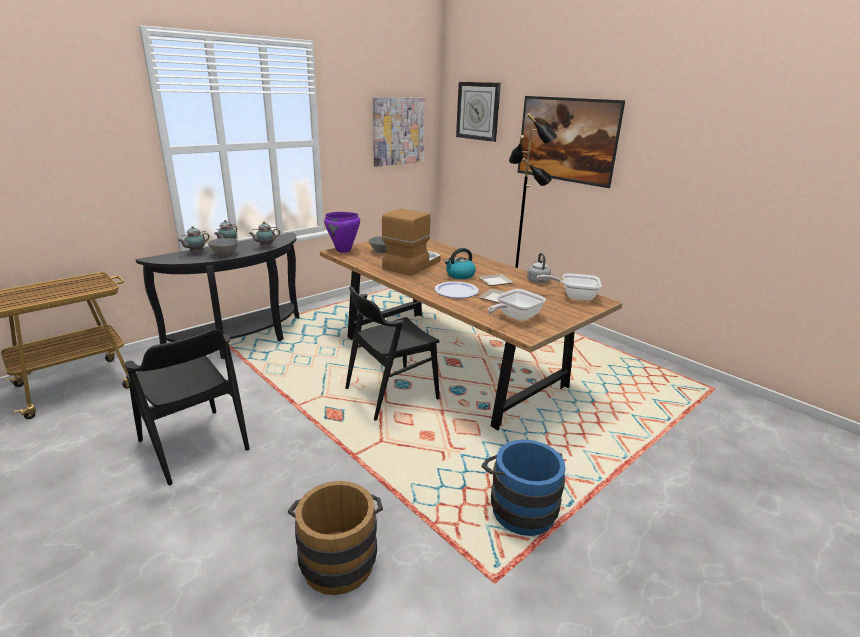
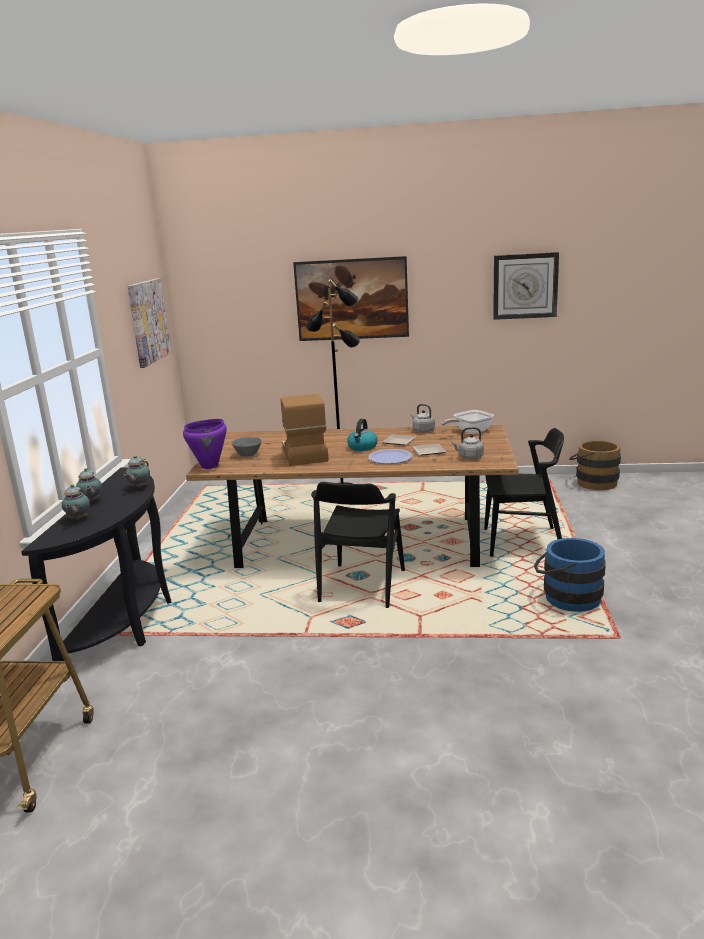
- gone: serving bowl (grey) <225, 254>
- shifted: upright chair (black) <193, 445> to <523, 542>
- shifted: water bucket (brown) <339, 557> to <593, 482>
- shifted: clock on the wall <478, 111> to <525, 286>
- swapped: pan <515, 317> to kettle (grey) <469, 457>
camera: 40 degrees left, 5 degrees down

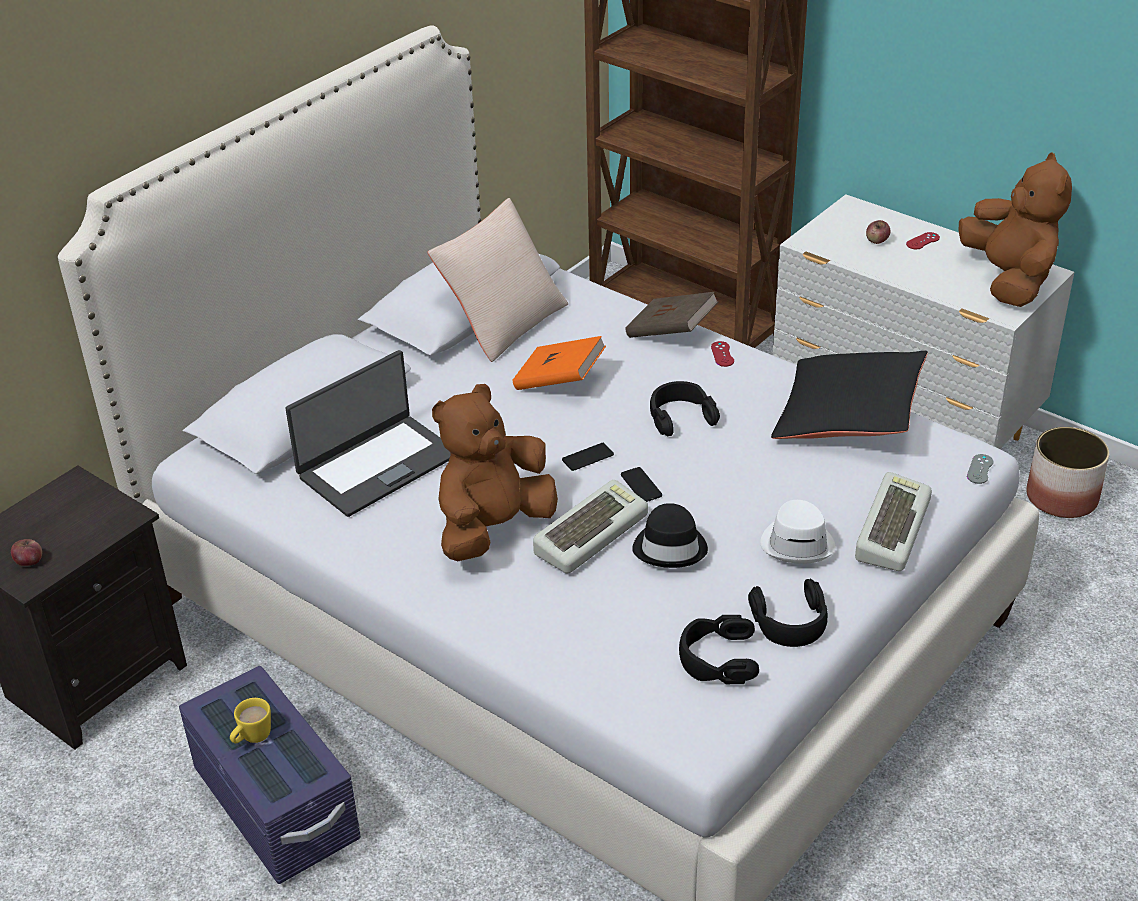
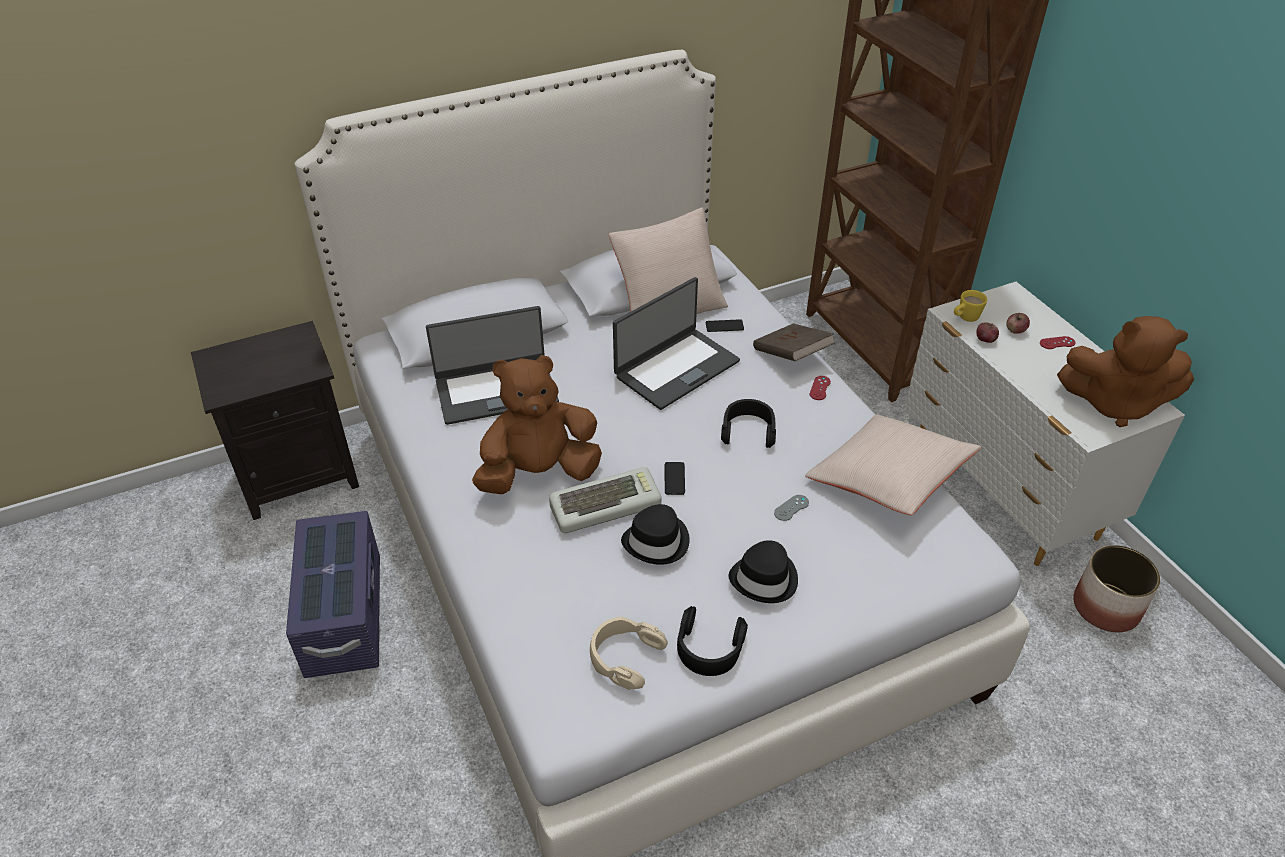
- gone: PC keyboard <890, 528>
- shifted: apple <29, 562> to <985, 340>
- shifted: mug (yellowish) <252, 738> to <965, 318>
- shifted: phone <587, 457> to <724, 326>
- shifted: joypad (grey) <980, 469> to <791, 508>
- swapped: volume (orangey) <559, 381> to portable computer <676, 368>
- repainted: pair of headphones (black) <717, 658> to pair of headphones (sand-coloured) <624, 657>
- repainted: wearable hat (white-coloured) <798, 543> to wearable hat (black) <765, 579>
- repainted: pillow (black) <848, 416> to pillow (sand-coloured) <888, 479>
- rotated: cuddly toy (brown) <1009, 280> = <1115, 403> 90 degrees clockwise
camera: 25 degrees right, 5 degrees up

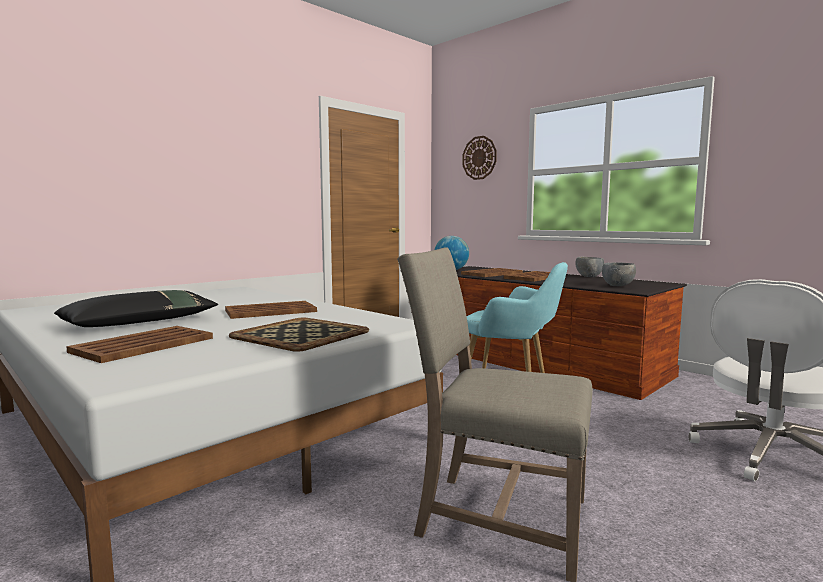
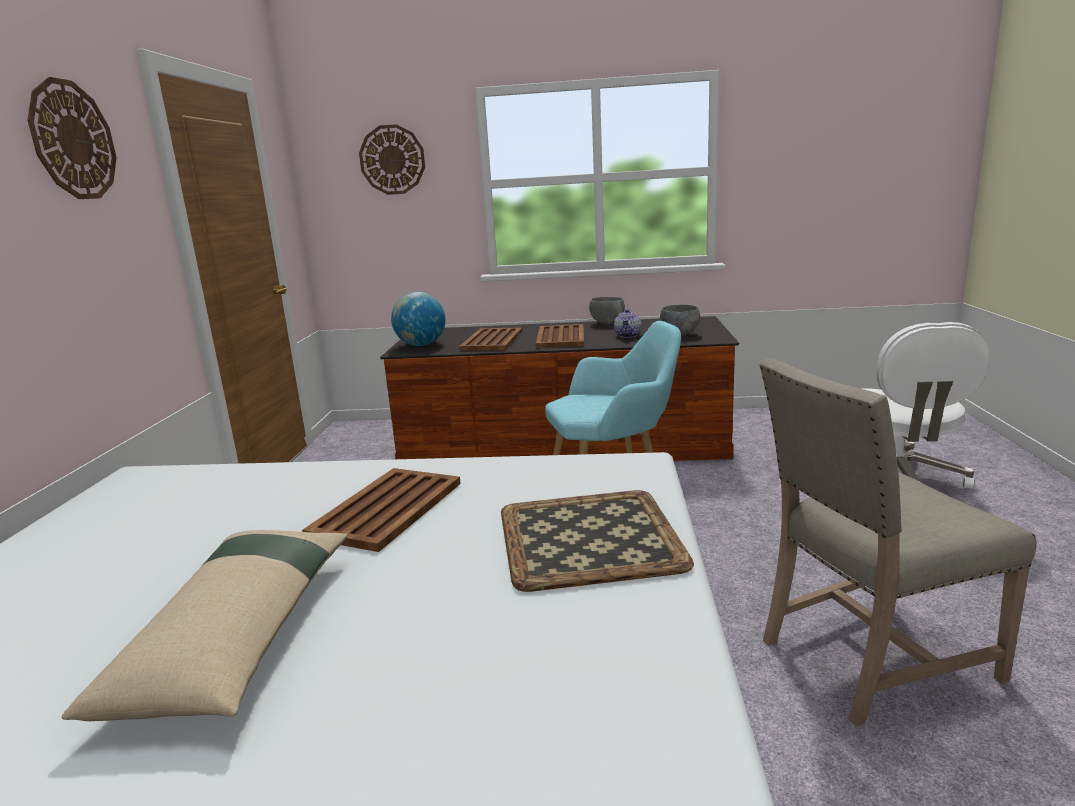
- gone: tray (brown) <145, 345>
- new: clock on the wall <73, 140>
- new: tea pot <628, 335>
- repainted: pillow (black) <142, 322> to pillow (sand-coloured) <239, 634>
camera: 40 degrees left, 10 degrees up

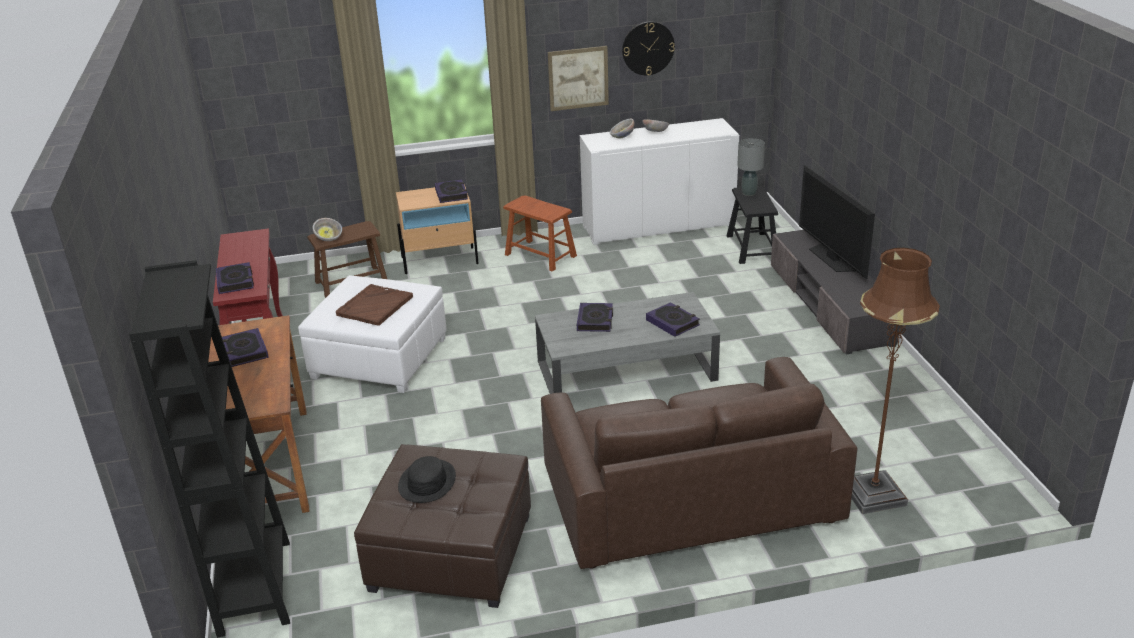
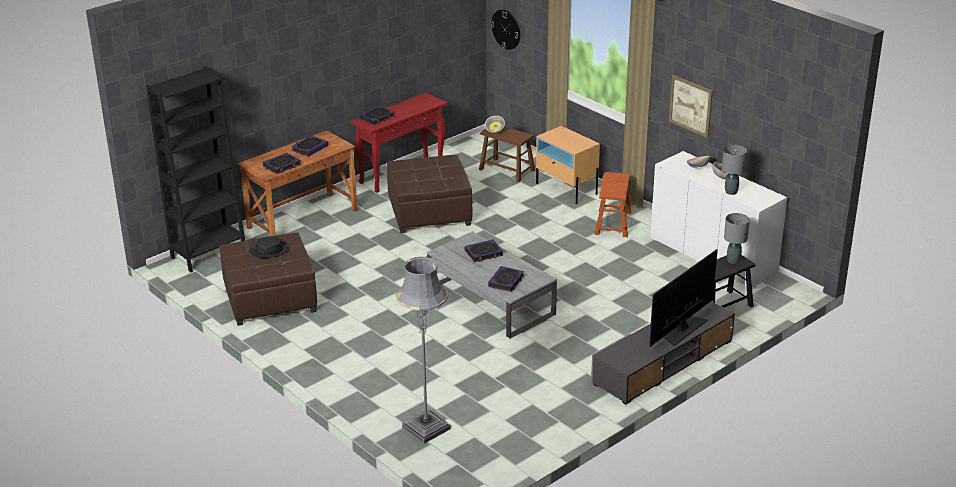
- gone: tray (brown) <374, 306>
- gone: settee (brown) <689, 493>
- new: tabletop lamp (grey) <731, 192>
- shifted: volume <451, 194> to <282, 166>
- shifted: clock on the wall <648, 48> to <506, 29>
- repainted: pouffe (white-coloured) <379, 357> to pouffe (brown) <430, 211>
- repainted: floor lamp (brown) <873, 494> to floor lamp (grey) <426, 428>
camera: 60 degrees right, 0 degrees up

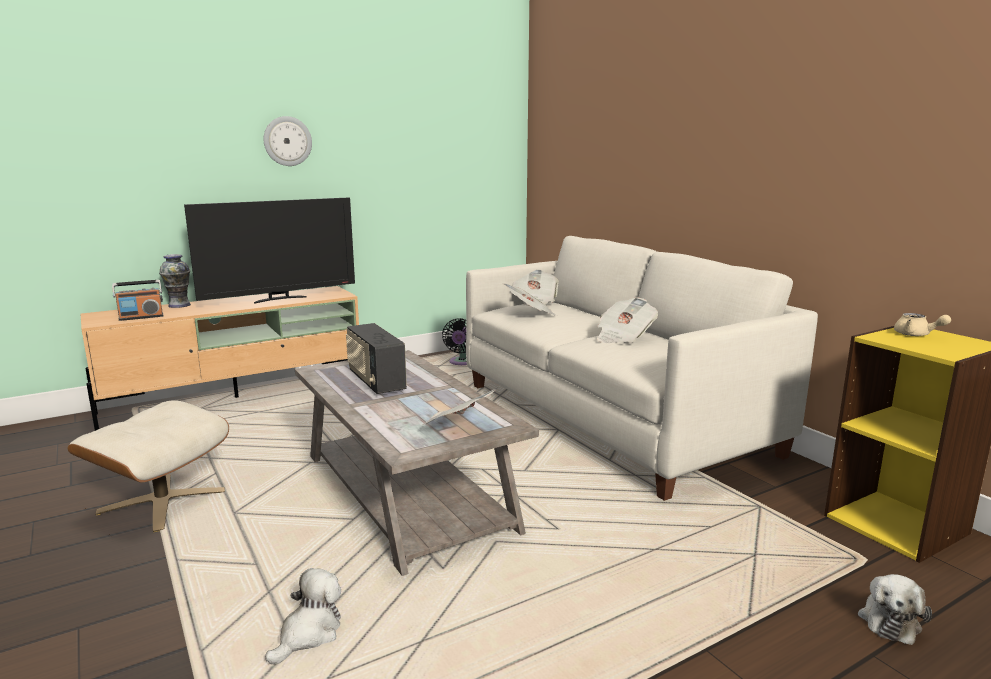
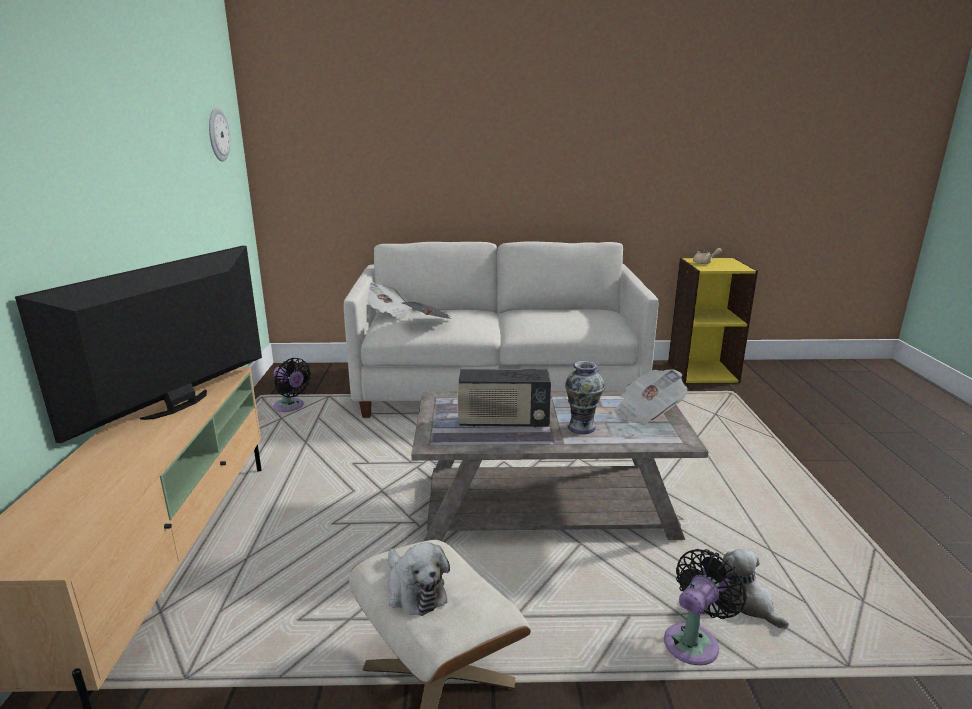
- gone: radio <141, 317>
- gone: printed paper <623, 337>
- new: electric fan (black) <694, 641>
- shifted: vase <179, 305> to <581, 427>
- shifted: clock on the wall <287, 141> to <217, 135>
- shifted: cuddly toy <889, 620> to <414, 590>
- rotated: TV set <280, 299> = <179, 406> 150 degrees counterclockwise
camera: 60 degrees left, 5 degrees up

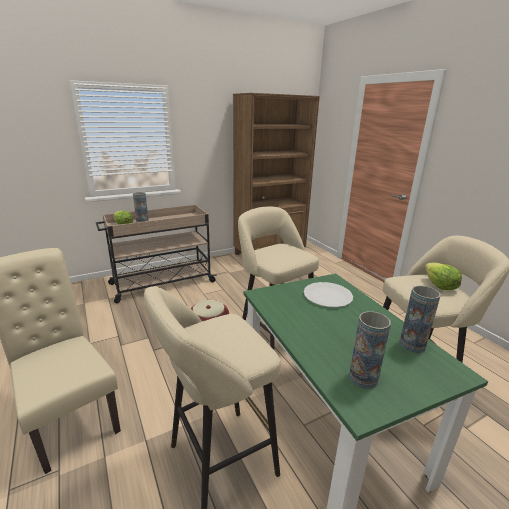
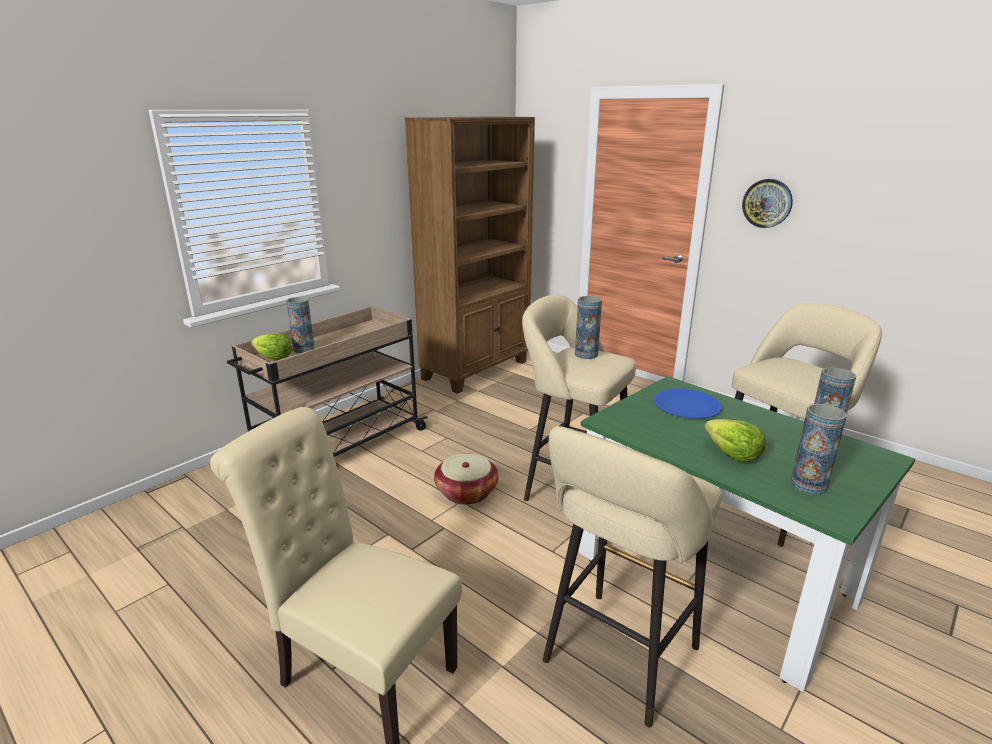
- new: vase <586, 354>
- new: clock on the wall <767, 203>
- shifted: lettuce head <439, 285> to <732, 454>
- repainted: plate (white-coloured) <327, 296> to plate (bluish) <686, 405>
camera: 20 degrees left, 0 degrees up

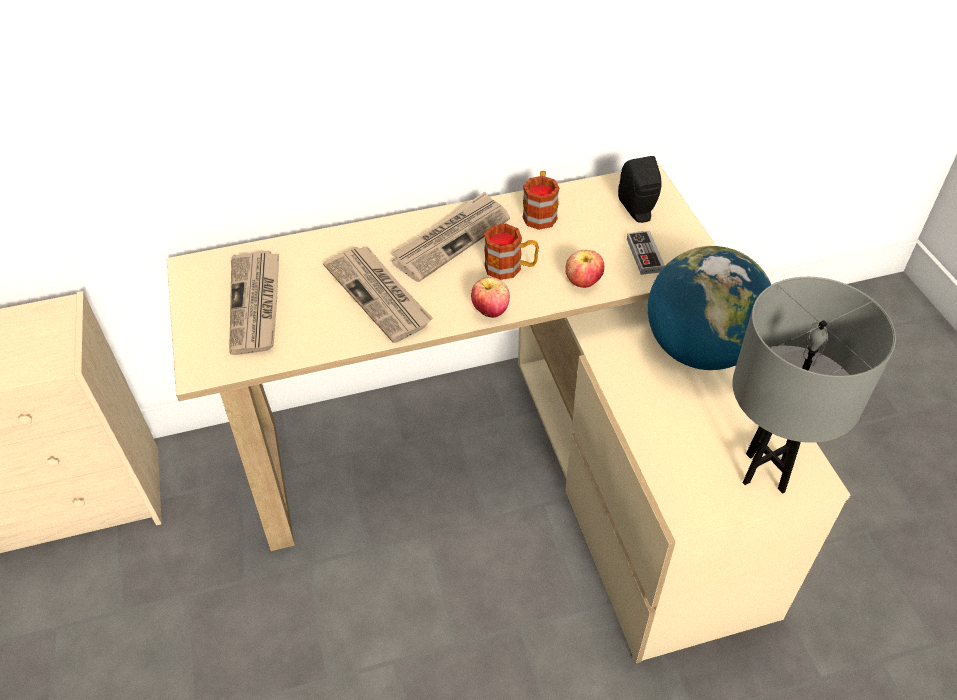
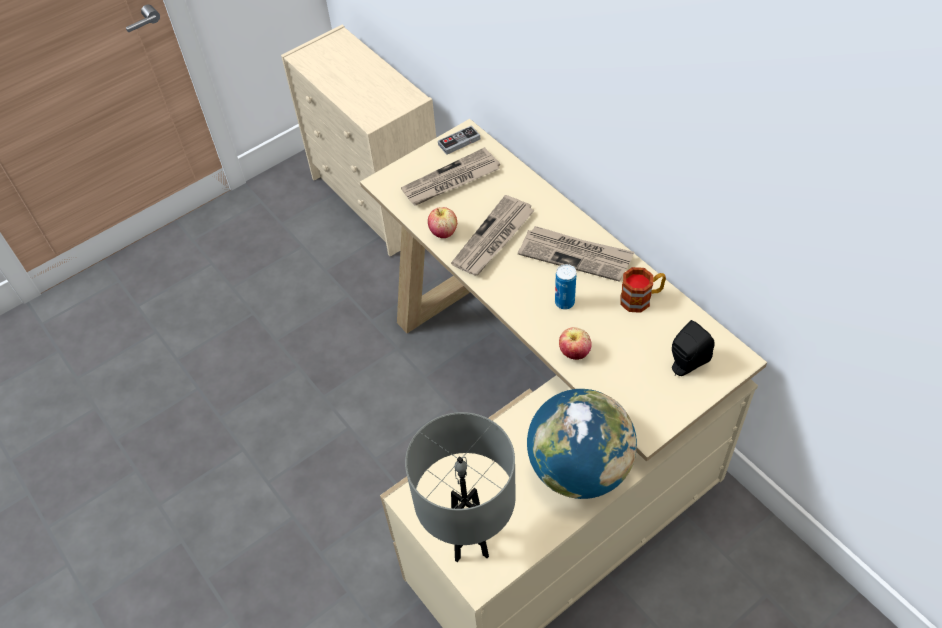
- shifted: apple <490, 311> to <443, 232>
- shifted: joypad <644, 255> to <459, 142>
- swapped: mug <511, 268> to can <564, 302>
camera: 70 degrees right, 5 degrees up

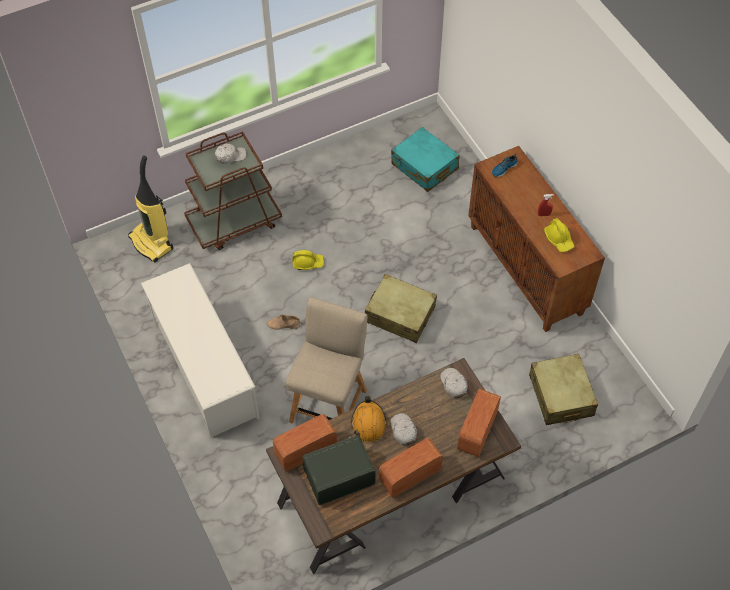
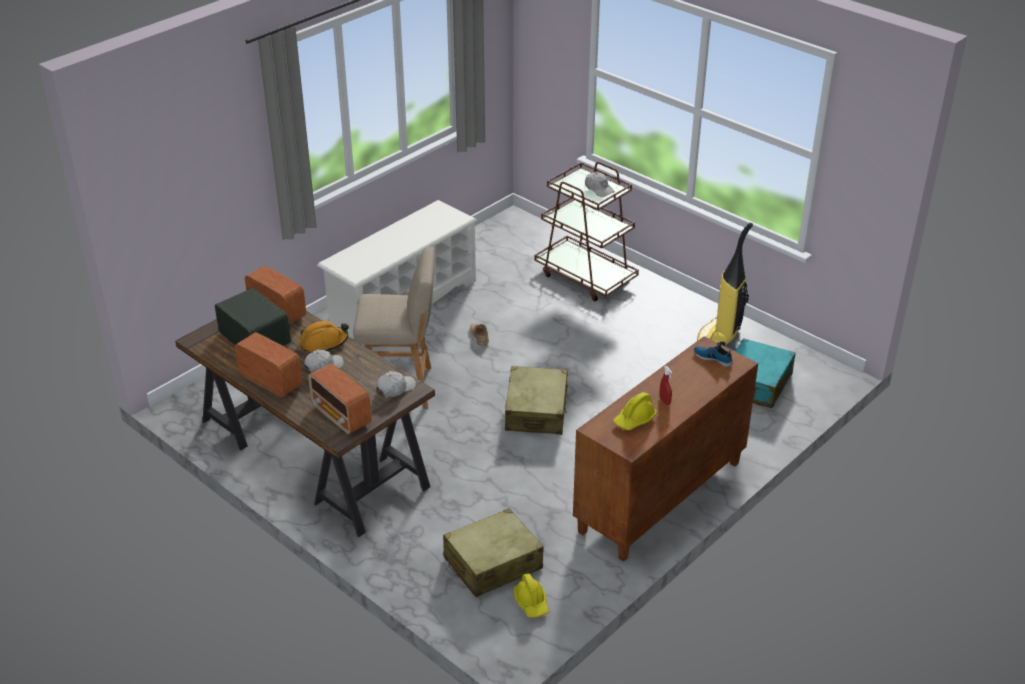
- shifted: vacuum cleaner <152, 243> to <718, 339>
- shifted: hard hat (yellowish) <307, 263> to <531, 602>
- rotated: radio <476, 431> = <341, 416> 135 degrees counterclockwise
camera: 70 degrees right, 20 degrees down

